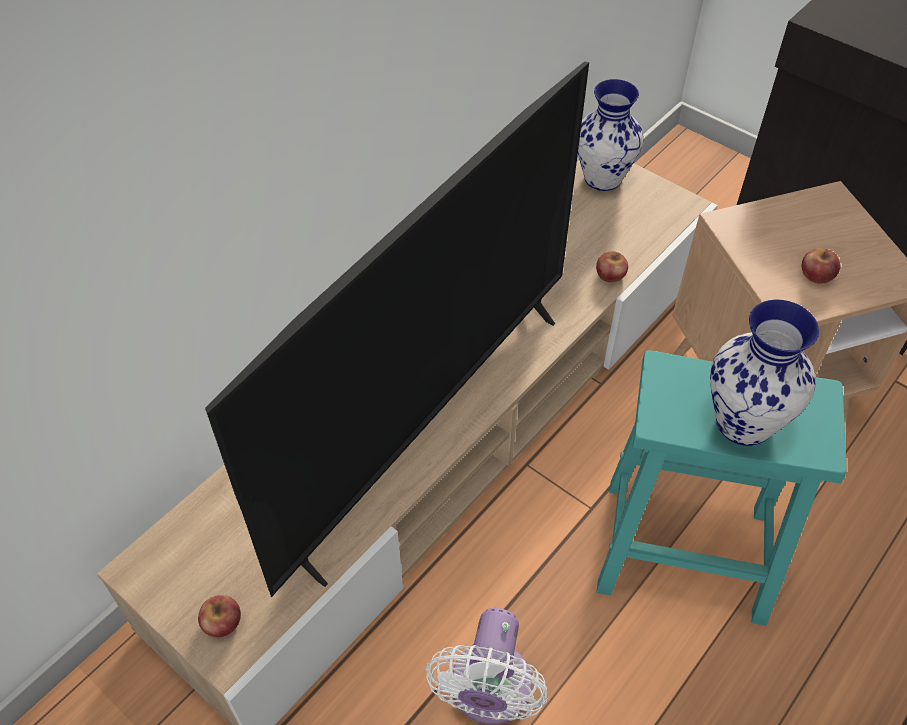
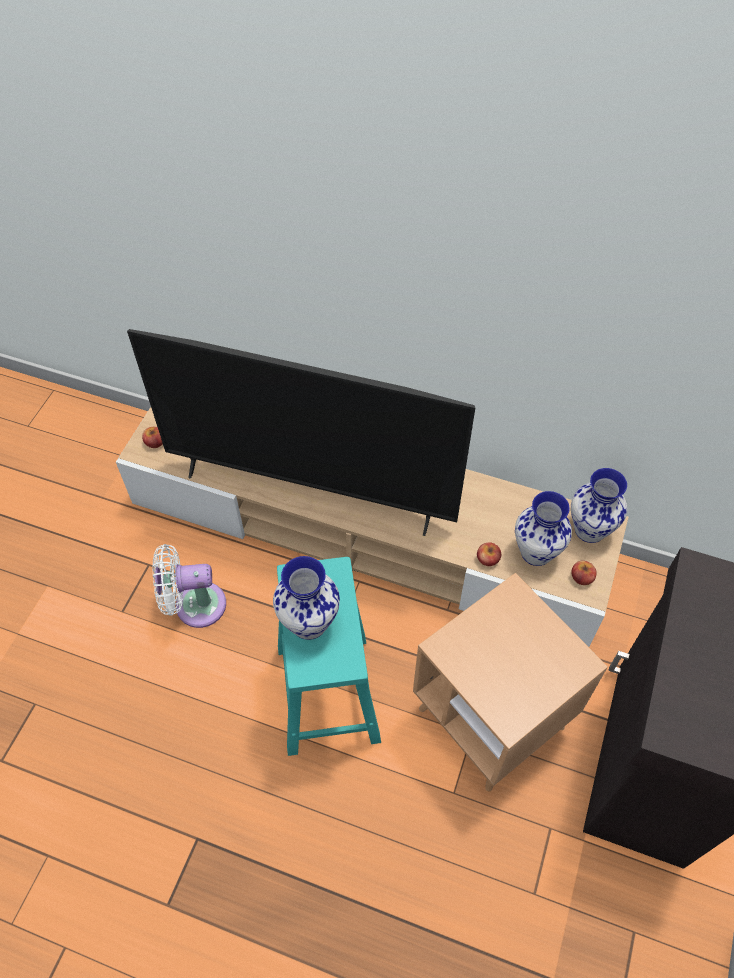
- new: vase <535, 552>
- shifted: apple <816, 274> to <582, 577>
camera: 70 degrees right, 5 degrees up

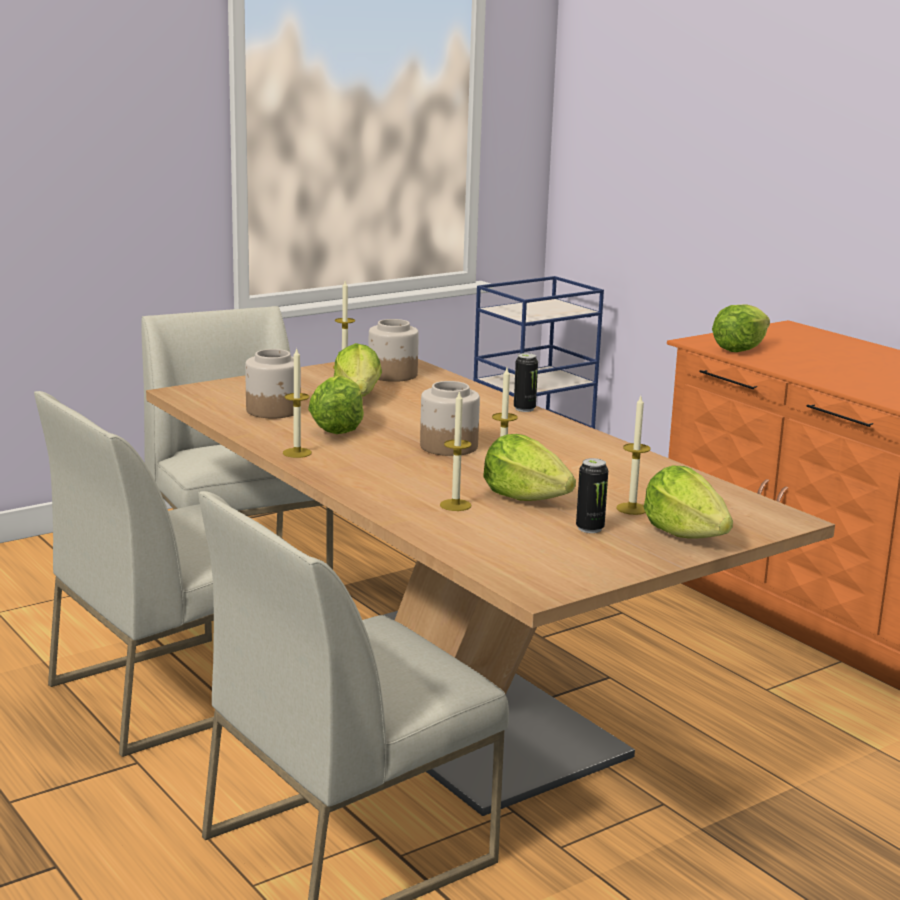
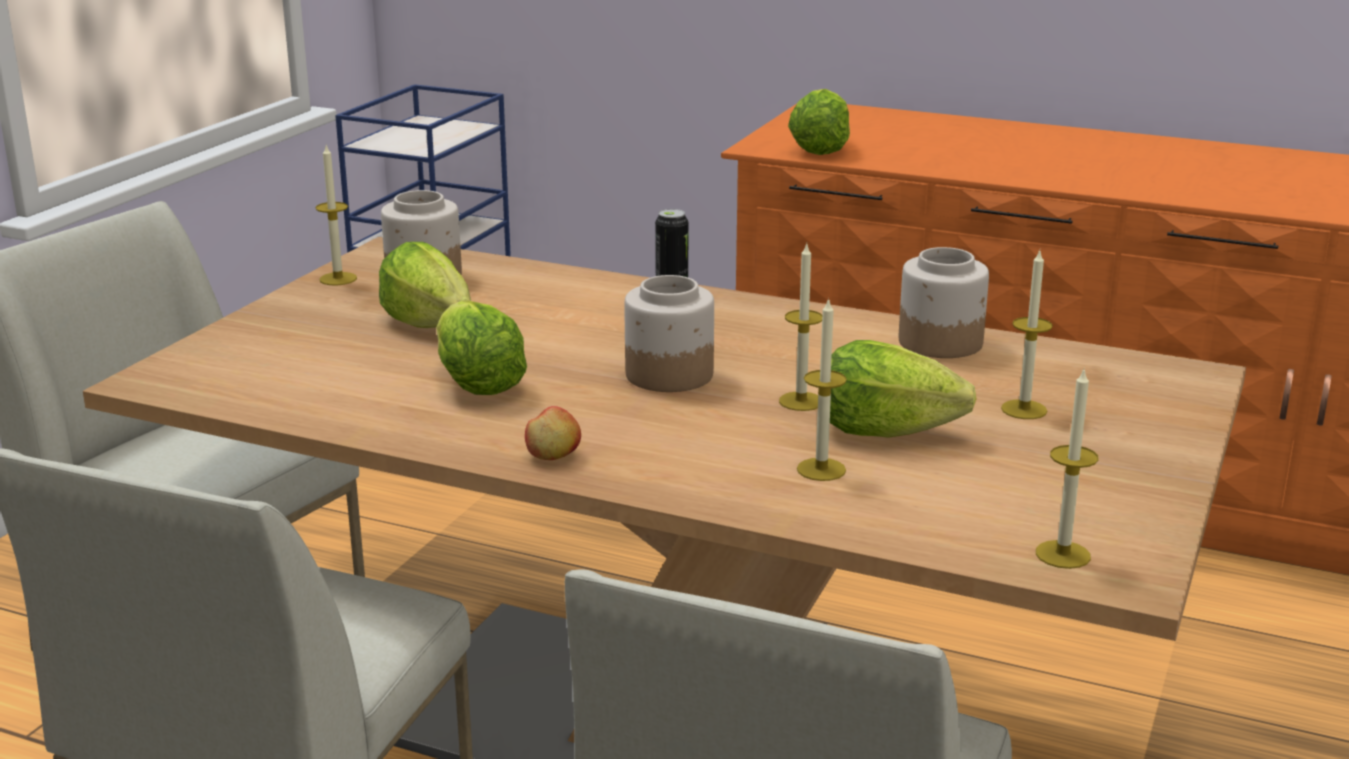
- gone: can <590, 528>
- gone: lettuce head <685, 535>
- new: apple <553, 456>
- shifted: storage jar <274, 410> to <941, 342>
- shifted: wax candle <297, 453> to <1063, 554>
camera: 30 degrees left, 5 degrees up

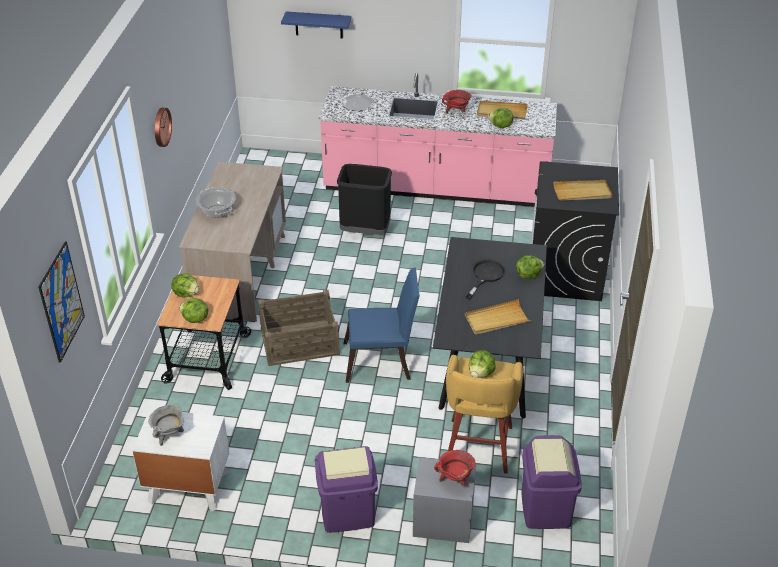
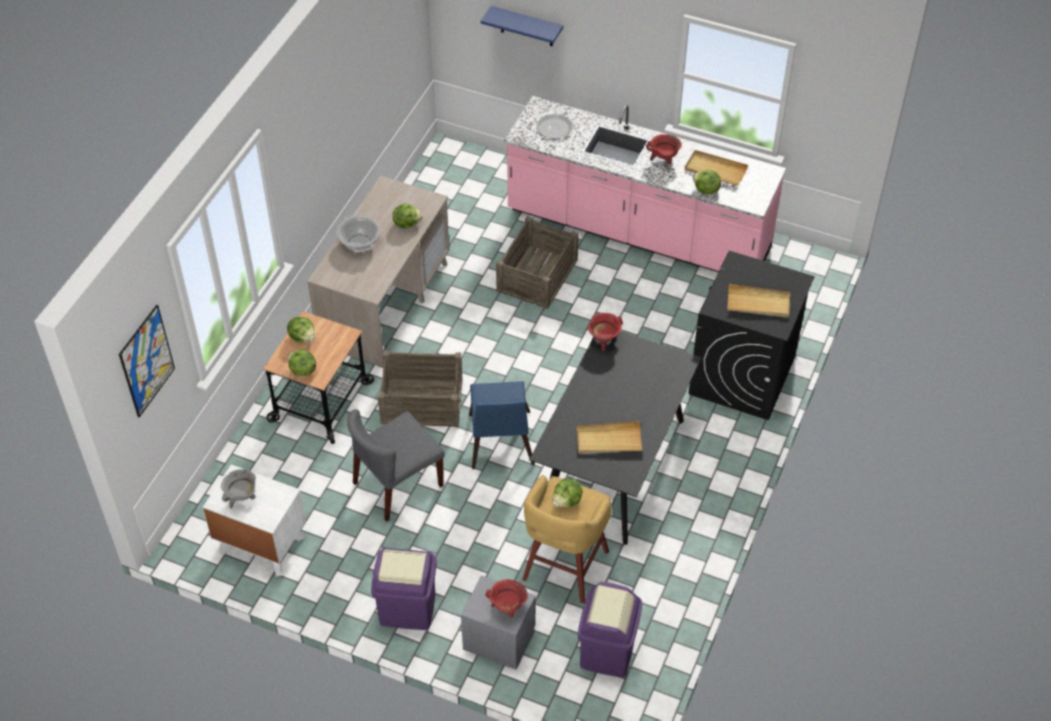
- gone: clock on the wall <161, 127>
- gone: pan (black) <485, 276>
- new: upright chair (grey) <397, 485>
- new: saucepot (reddish) <604, 340>
- shifted: lettuce head <528, 275> to <407, 223>
- swapped: trash can (black) <365, 231> to shipping crate <538, 275>
- rotated: upright chair (bluish) <382, 361> = <500, 444> 75 degrees clockwise
camera: 15 degrees right, 10 degrees up

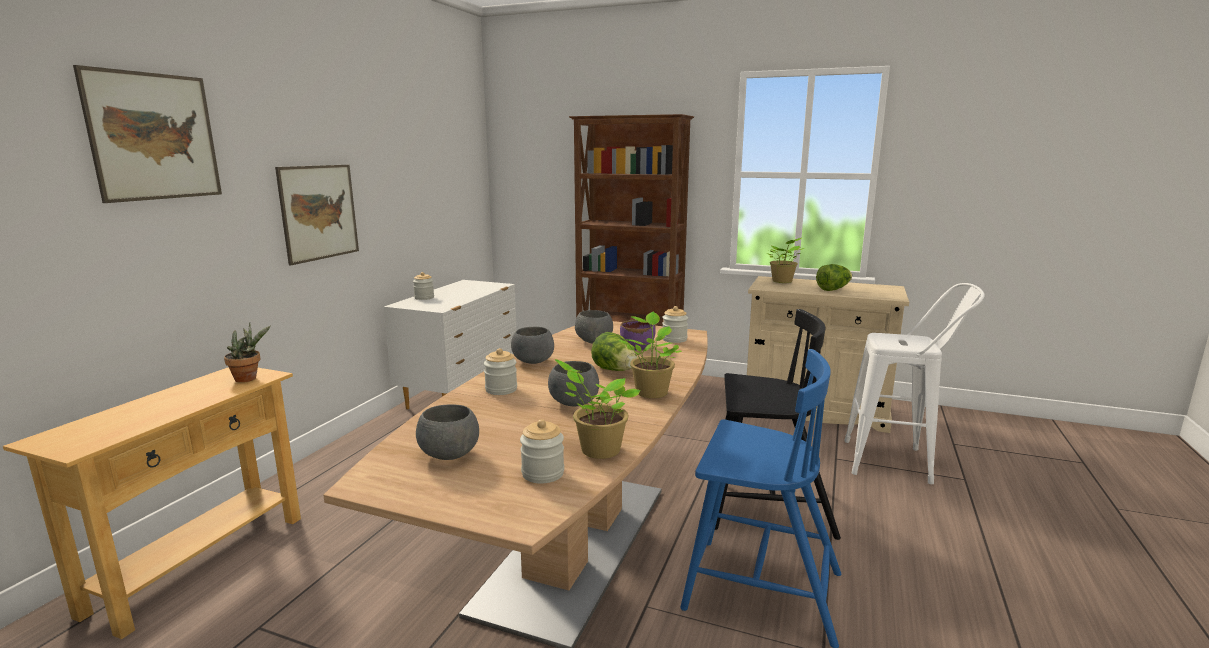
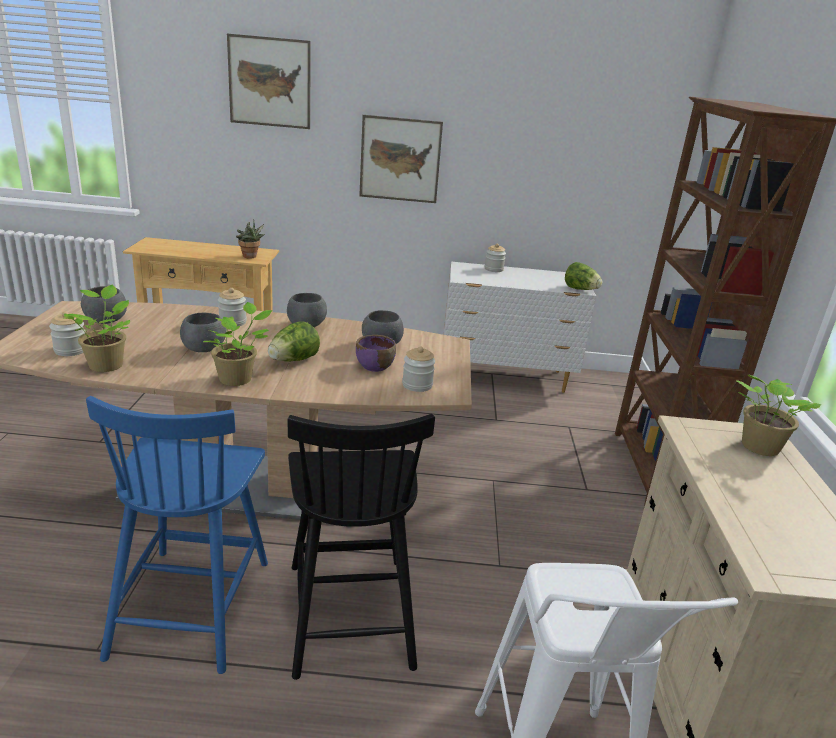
- shifted: lettuce head <833, 289> to <580, 289>
camera: 70 degrees right, 10 degrees up

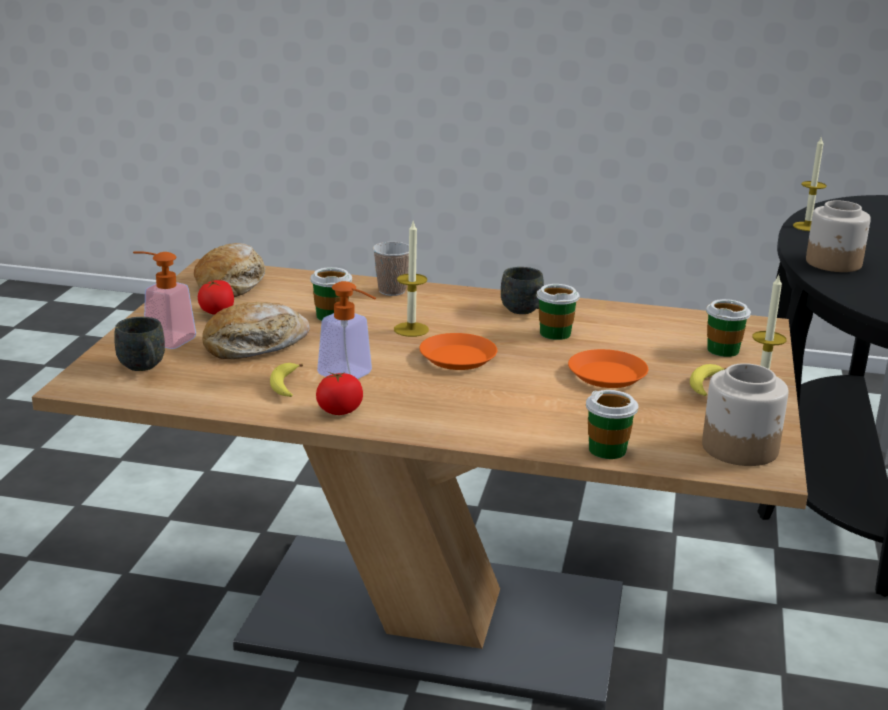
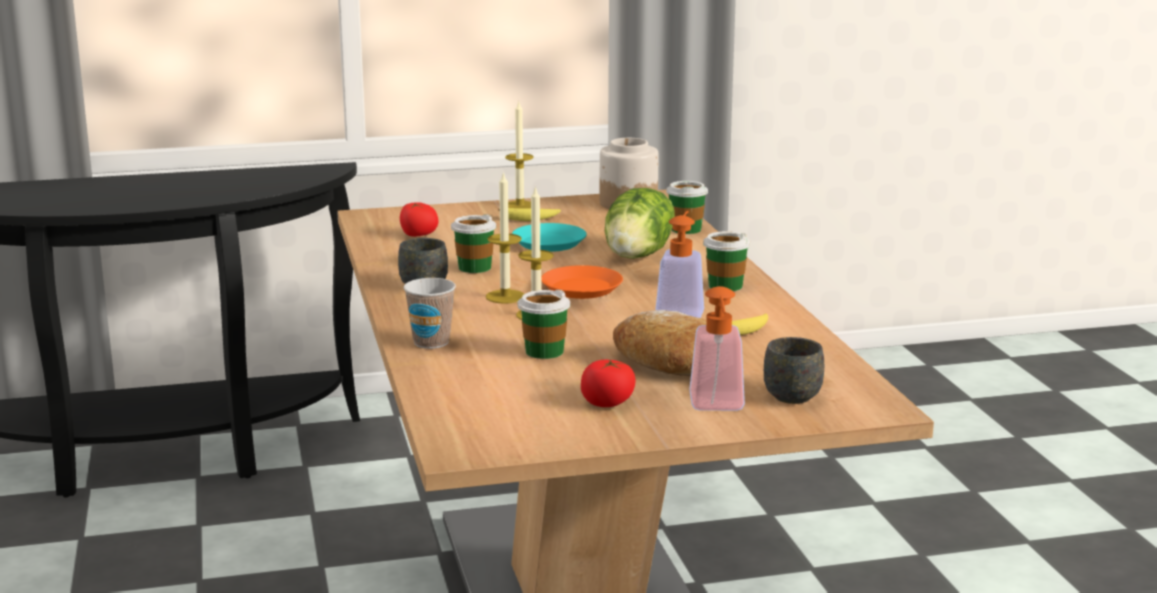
- gone: bread <232, 283>
- gone: storage jar <834, 263>
- new: lettuce head <639, 255>
- shifted: whole tomato <339, 411> to <418, 235>
- shifted: drinking cup <723, 350> to <725, 286>
- shifted: wax candle <807, 226> to <505, 296>
- repainted: plate (orangey) <607, 375> to plate (turquoise-coloured) <548, 243>
camera: 115 degrees left, 5 degrees down

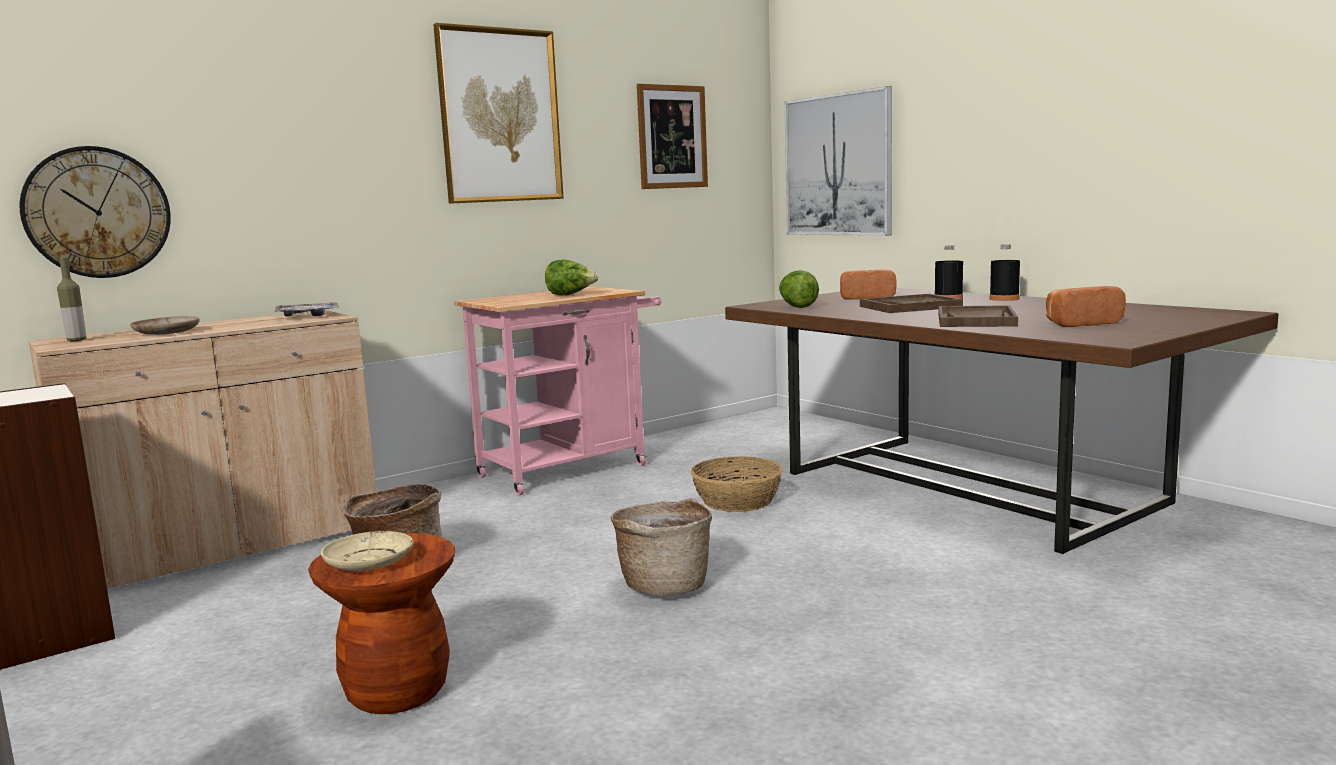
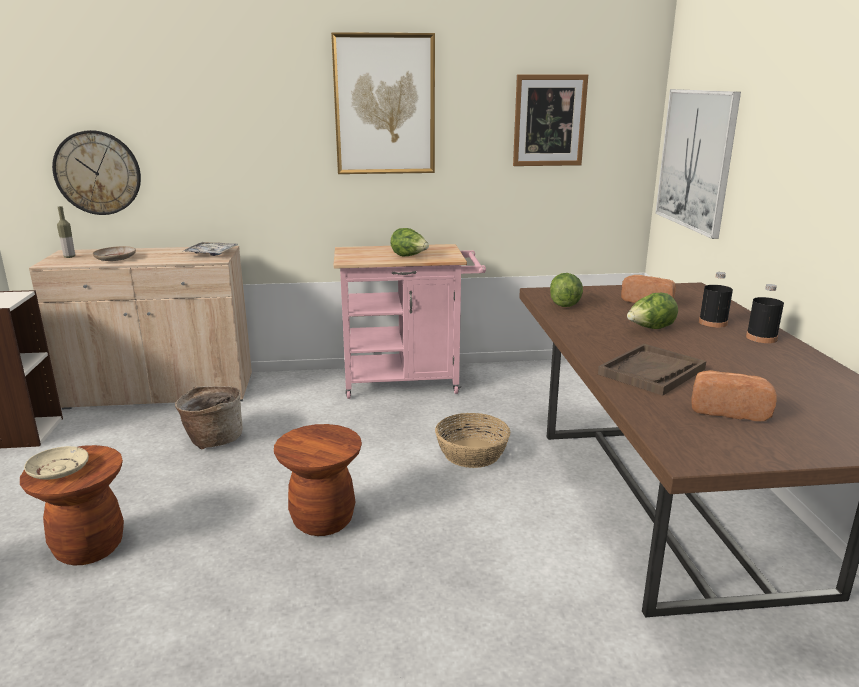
- swapped: storage basket <665, 585> to sitting stool (brown) <323, 520>
- swapped: tray (brown) <910, 307> to lettuce head <650, 329>
camera: 30 degrees right, 10 degrees up

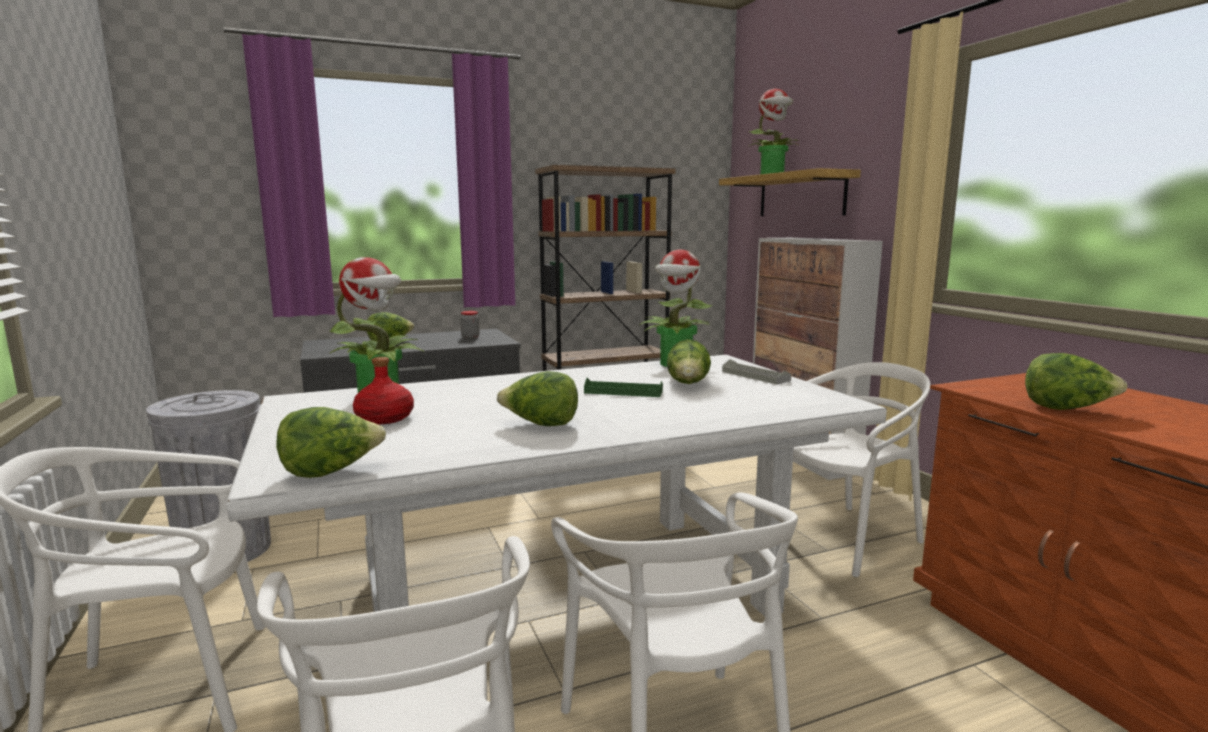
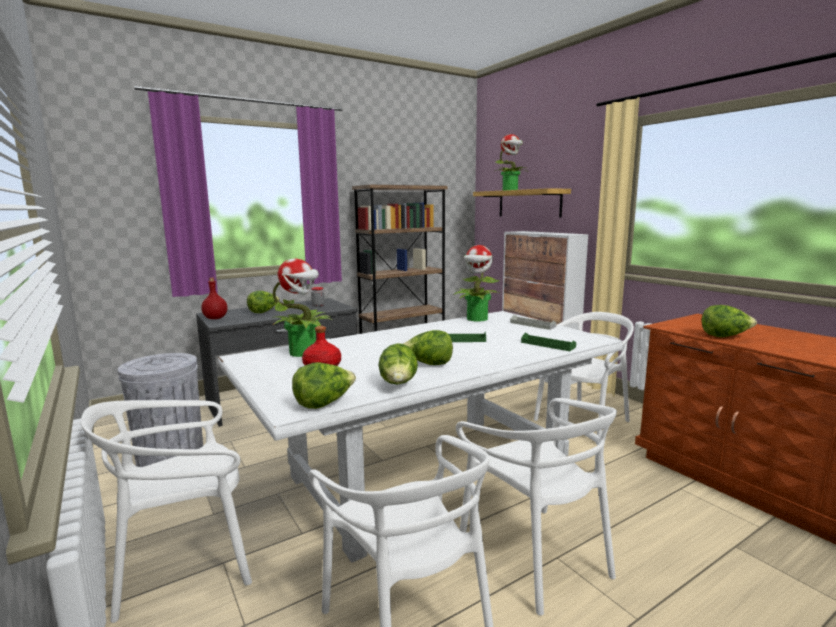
- new: drink bottle (reddish) <215, 318>
- new: tray (green) <548, 345>
- shifted: lettuce head <688, 385> to <398, 385>
camera: 10 degrees left, 0 degrees up

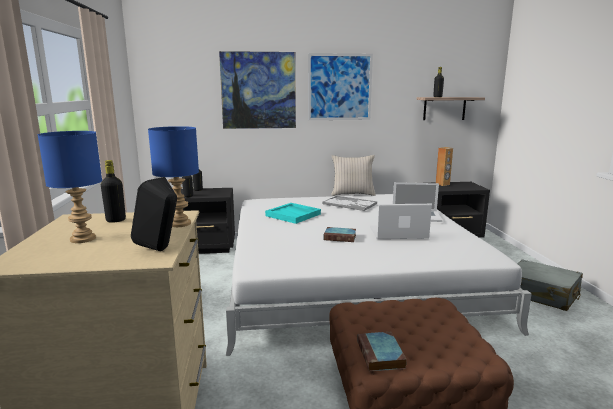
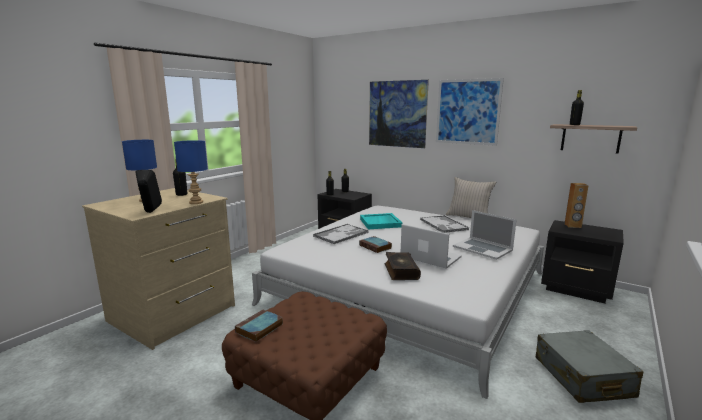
- new: tray <341, 234>
- new: volume <400, 271>
camera: 40 degrees right, 0 degrees up

